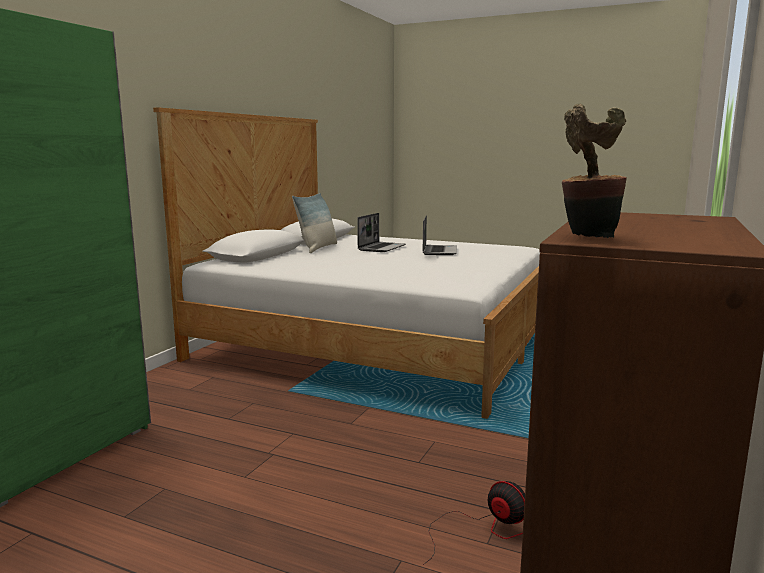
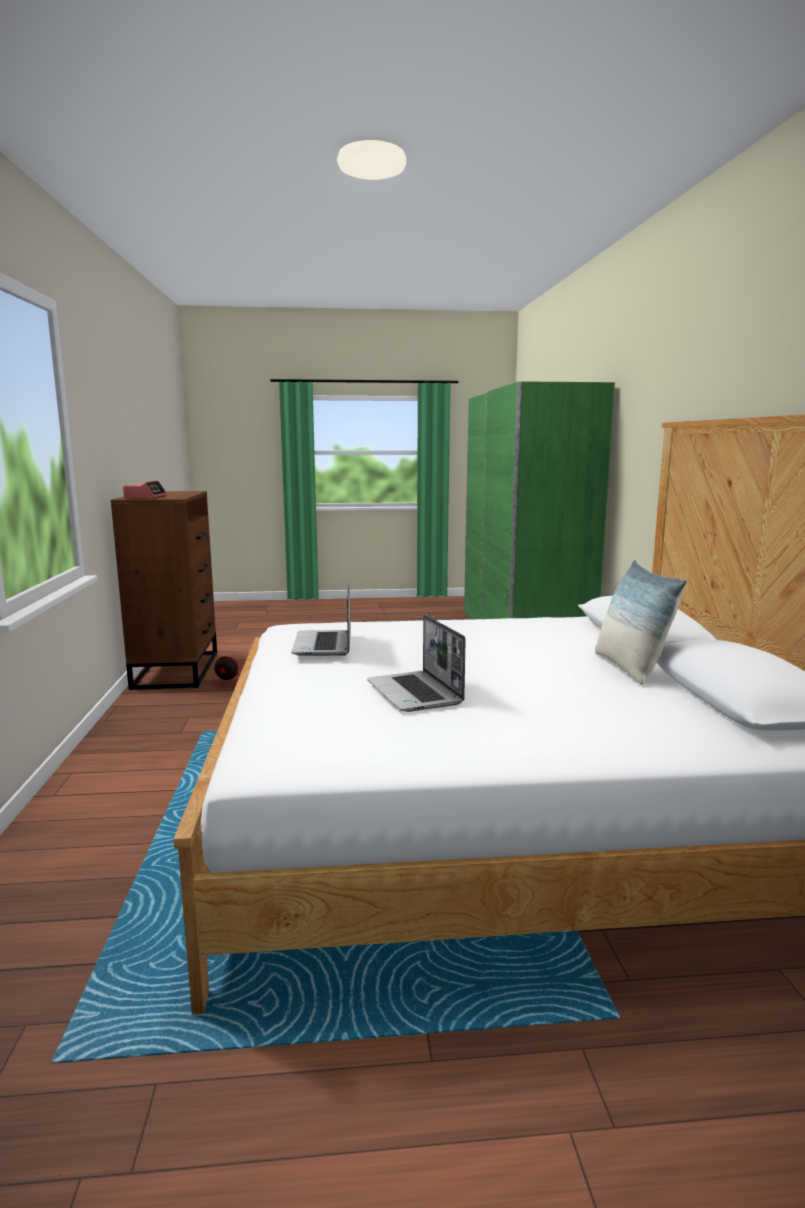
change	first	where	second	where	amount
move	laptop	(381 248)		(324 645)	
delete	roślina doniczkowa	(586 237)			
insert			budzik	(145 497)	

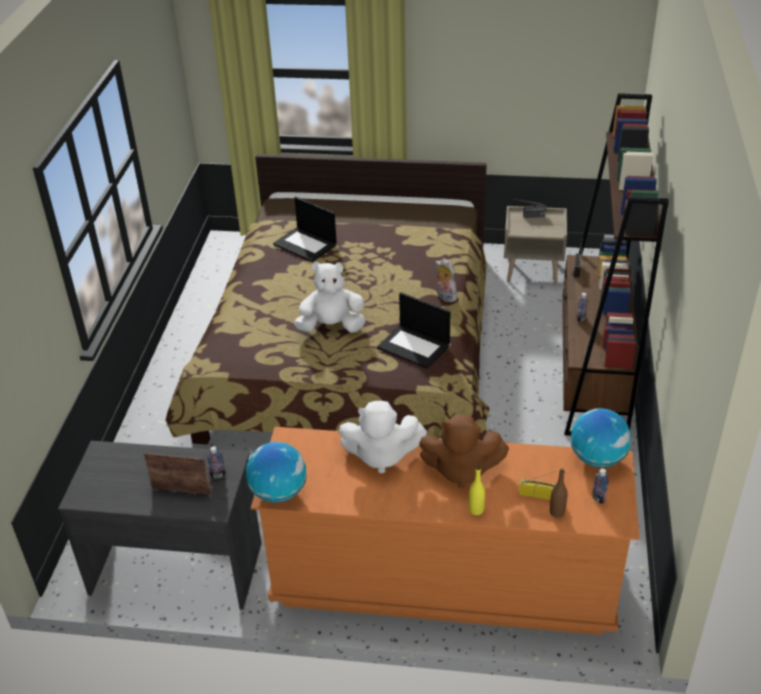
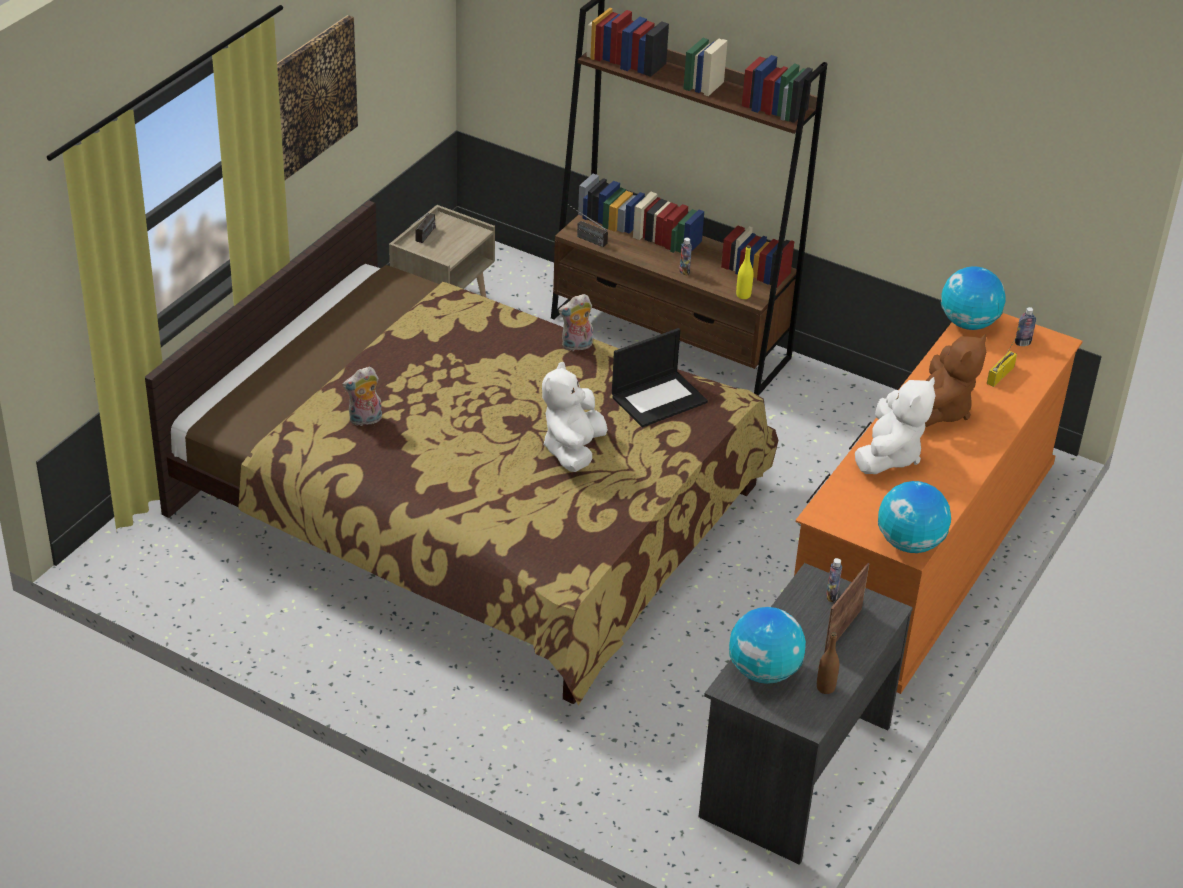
change	first	where	second	where	amount
replace	laptop	(306 244)	pluszak	(365 420)	
move	butelka/żółty	(476 510)		(743 295)	
move	butelka/brązowy	(557 512)		(825 688)	
insert			obraz	(312 96)	
insert			globus	(764 671)	

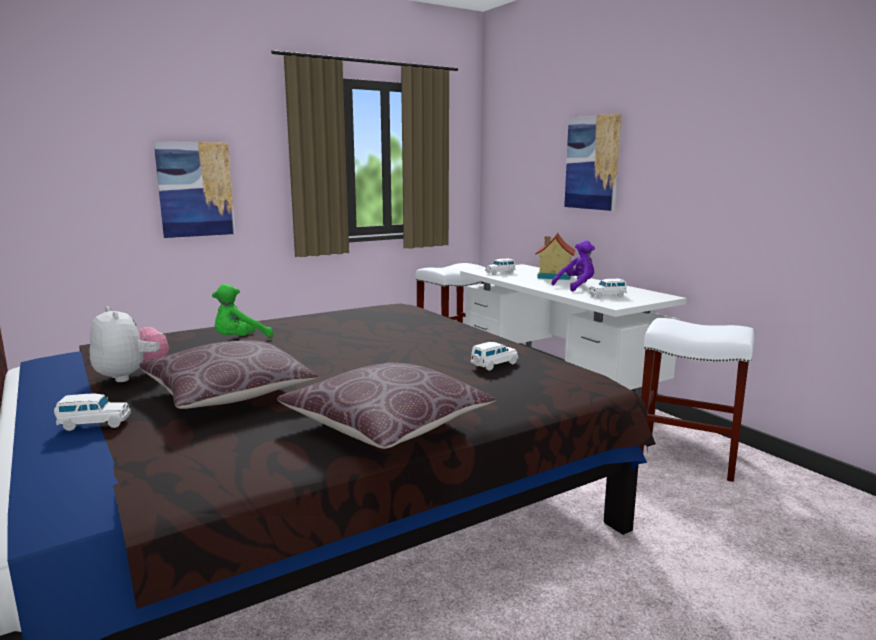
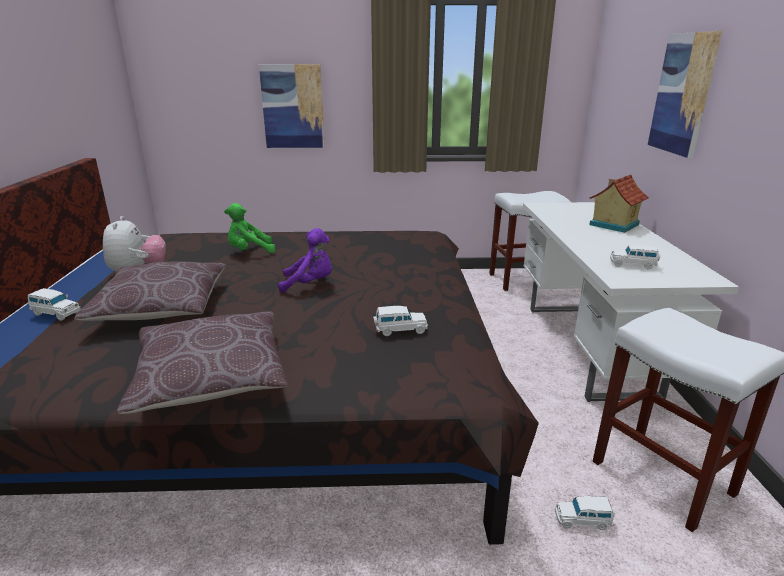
change	first	where	second	where	amount
move	samochodzik/biały	(500 273)		(583 520)	
move	pluszak/fioletowy	(576 287)		(310 284)	

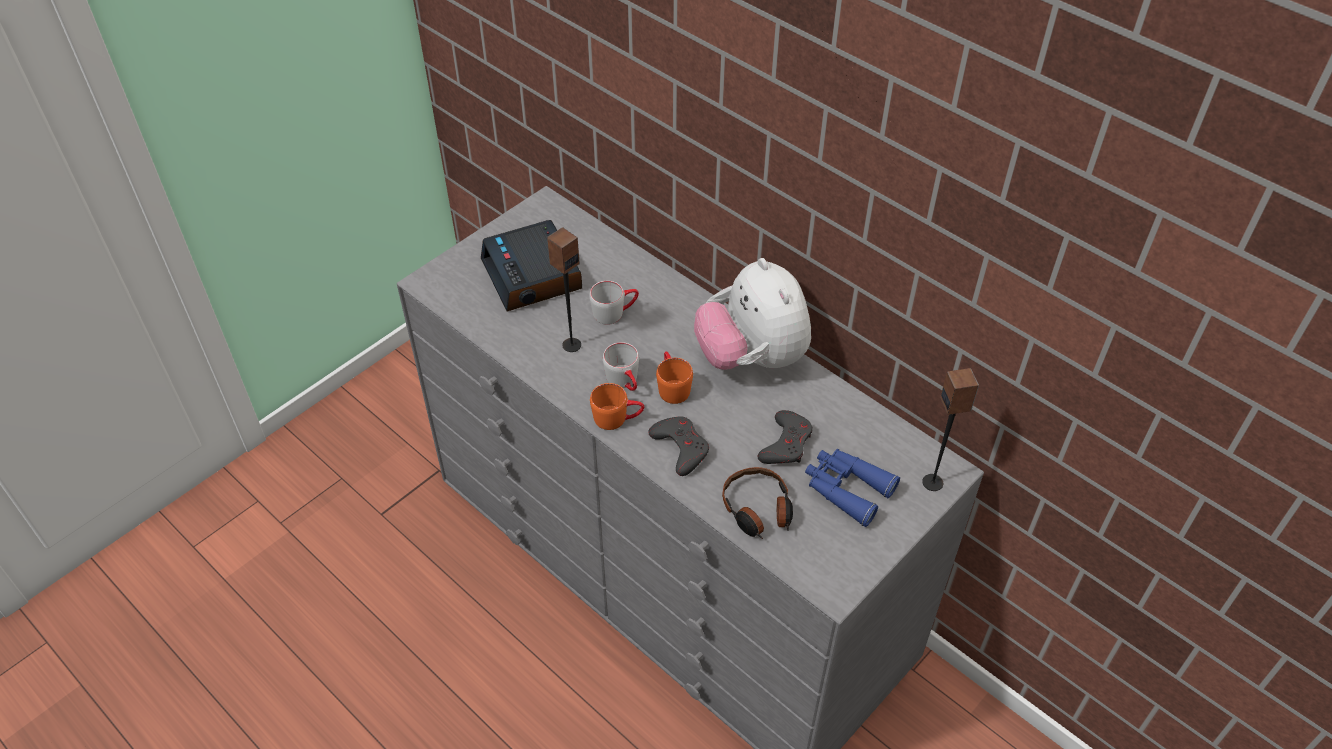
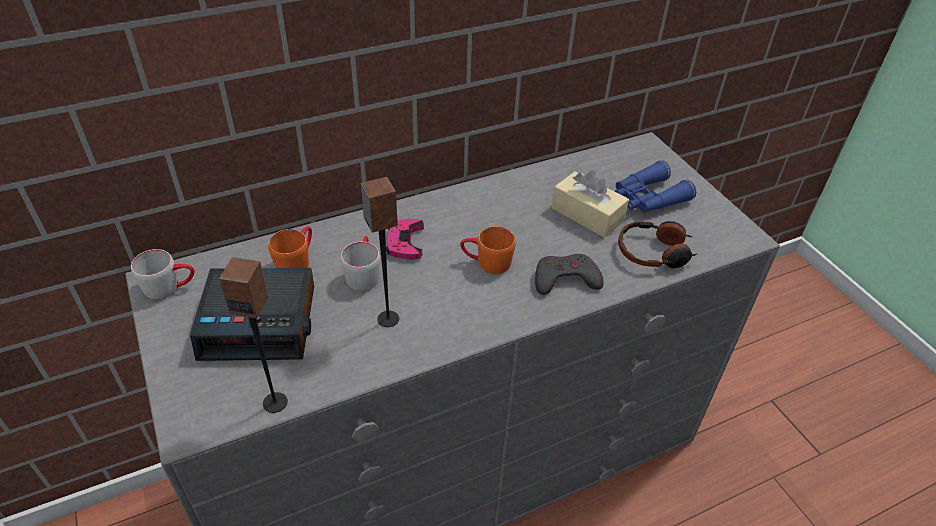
change	first	where	second	where	amount
move	kubek/pomarańczowy	(618 418)		(297 261)	
move	kubek/szary	(625 382)		(170 287)	
delete	pluszak	(752 358)			
replace	pad do gier/szary	(786 443)	pudełko chusteczek/beżowy	(587 214)	
move	głośnik	(933 482)		(275 402)	
insert			pad do gier/różowy	(405 242)	

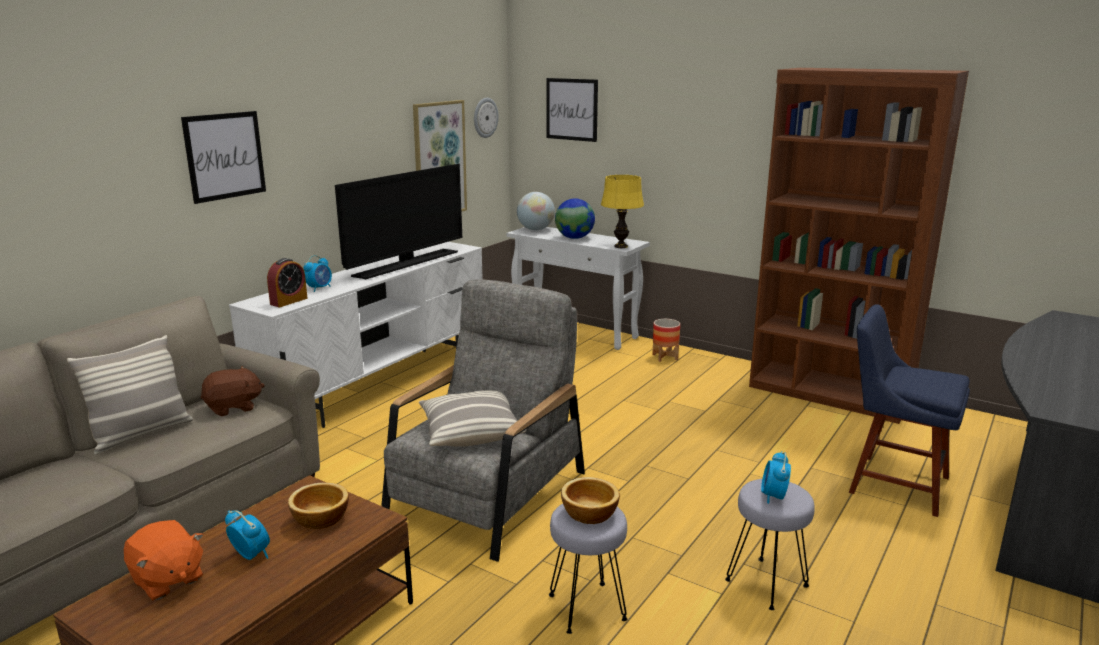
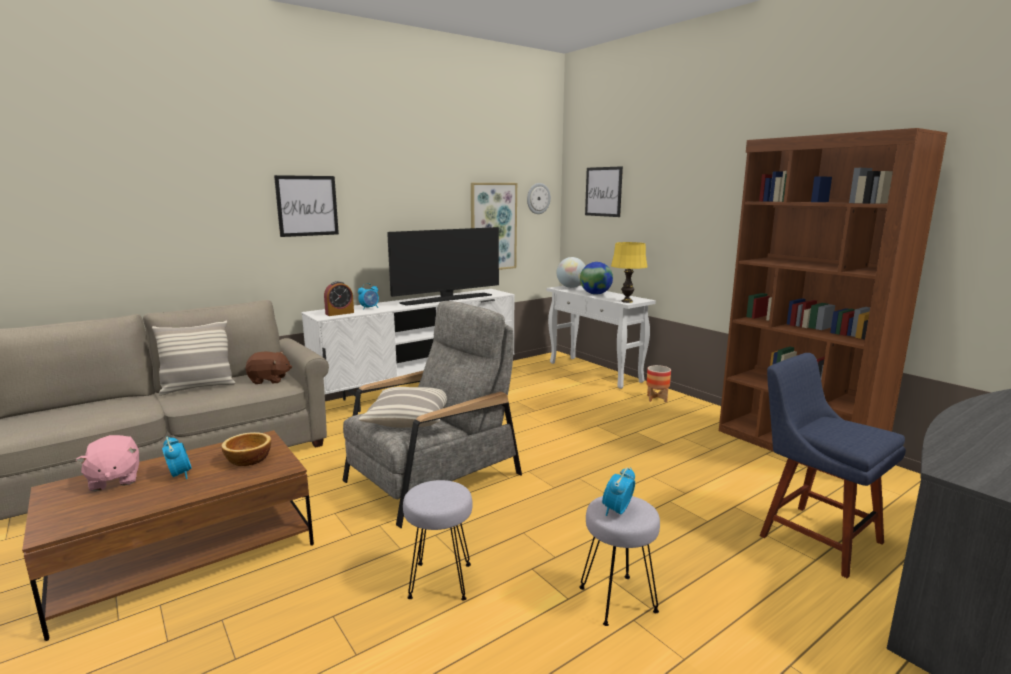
change	first	where	second	where	amount
recolor	pluszak/pomarańczowy	(167 580)	pluszak/różowy	(114 480)	
delete	miska	(588 514)			

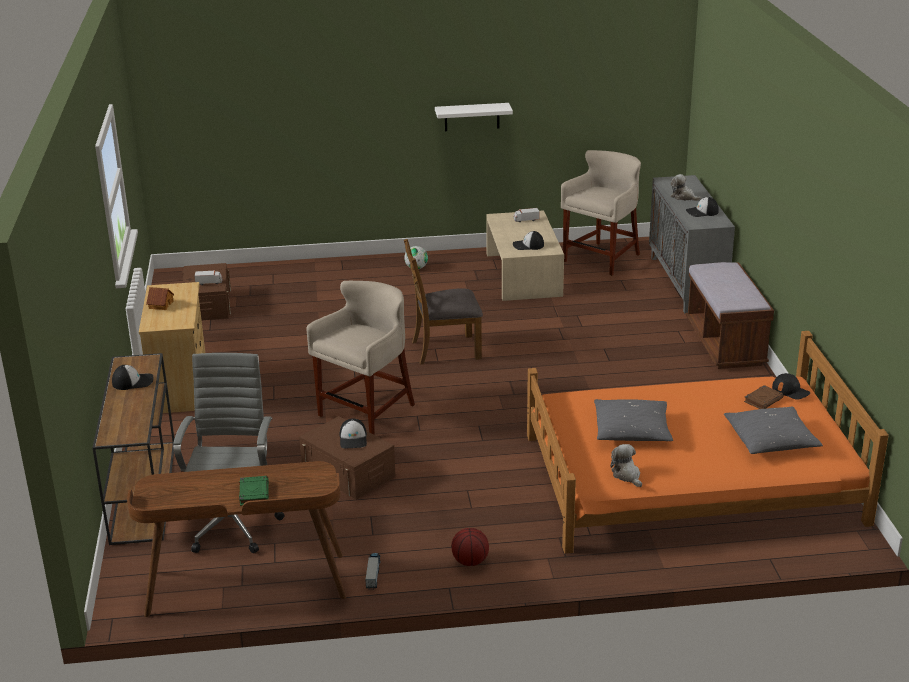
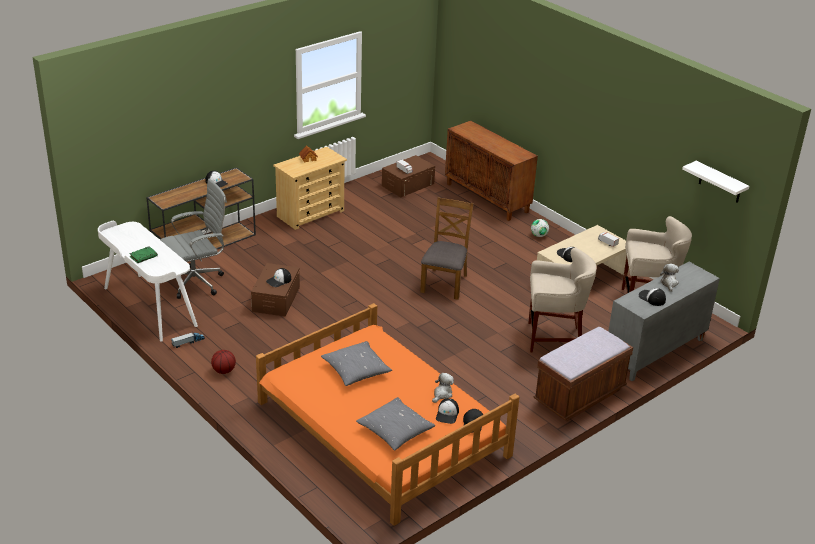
change	first	where	second	where	amount
recolor	biurko/brązowy	(246 586)	biurko/biały	(148 307)	
move	stołek/beżowy	(367 412)		(553 338)	
rotate	krzesło/brązowy	(445 349)		(444 283)	60 degrees clockwise
move	półka/biały	(472 117)		(720 182)	
move	pluszak	(627 475)		(442 394)	
replace	książka/brązowy	(763 400)	czapka z daszkiem	(447 414)	
insert			szafka/brązowy	(487 198)	

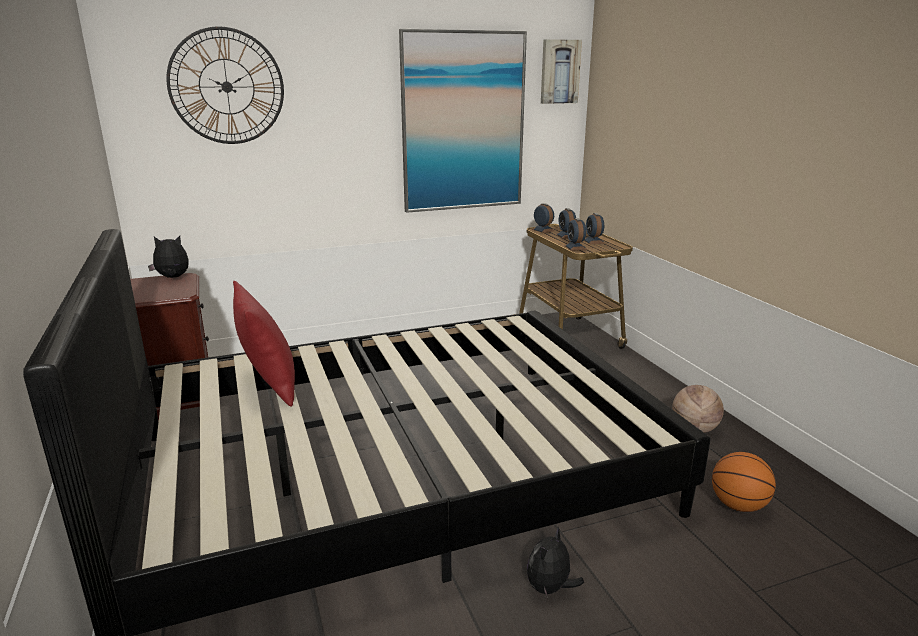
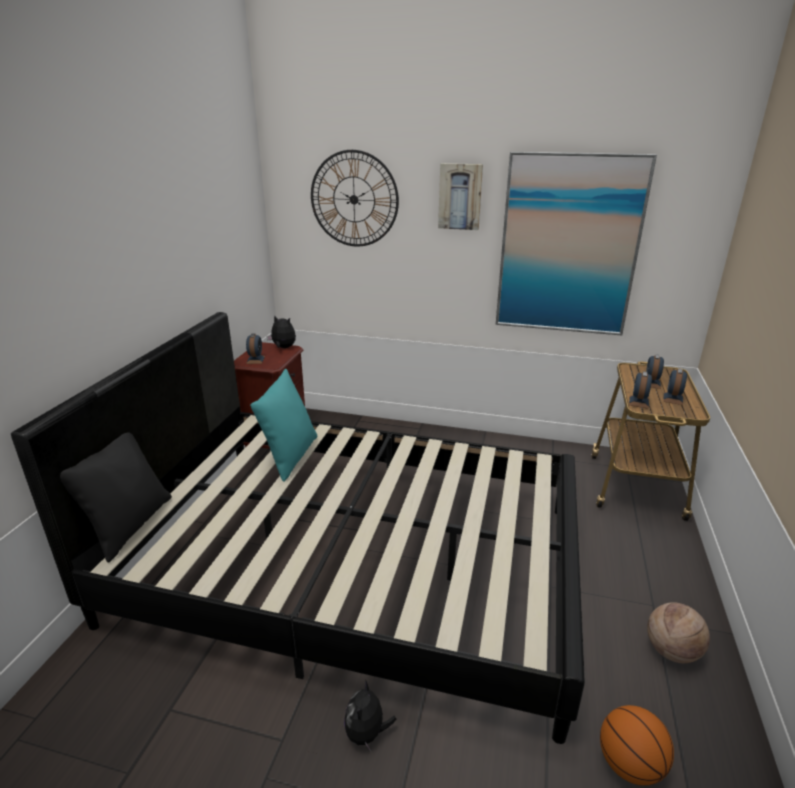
change	first	where	second	where	amount
recolor	poduszka/czerwony	(269 385)	poduszka/turkusowy	(289 457)	
rotate	pluszak	(550 588)		(367 733)	60 degrees counterclockwise
move	budzik	(543 230)		(255 360)	
move	obraz	(559 72)		(460 196)	
insert			poduszka/czarny	(129 526)	

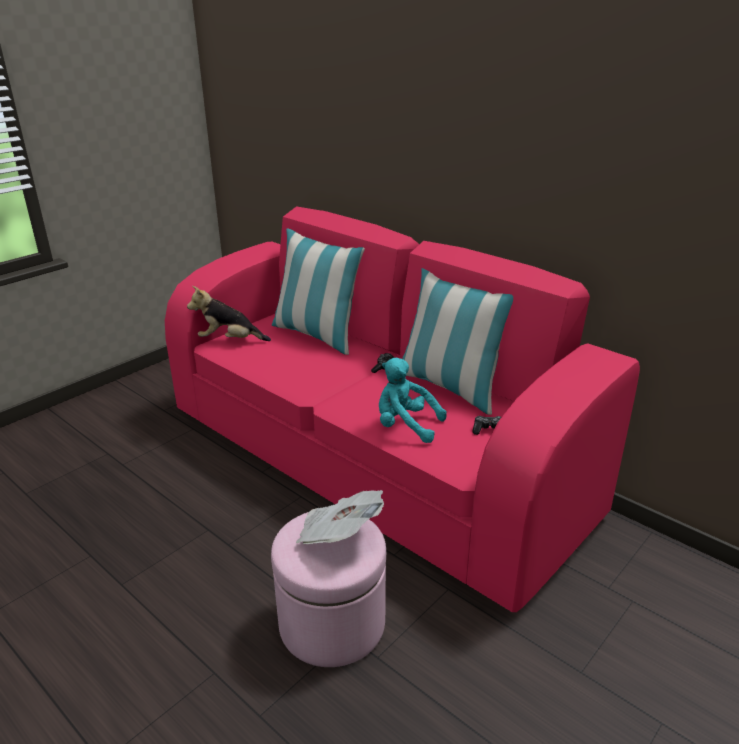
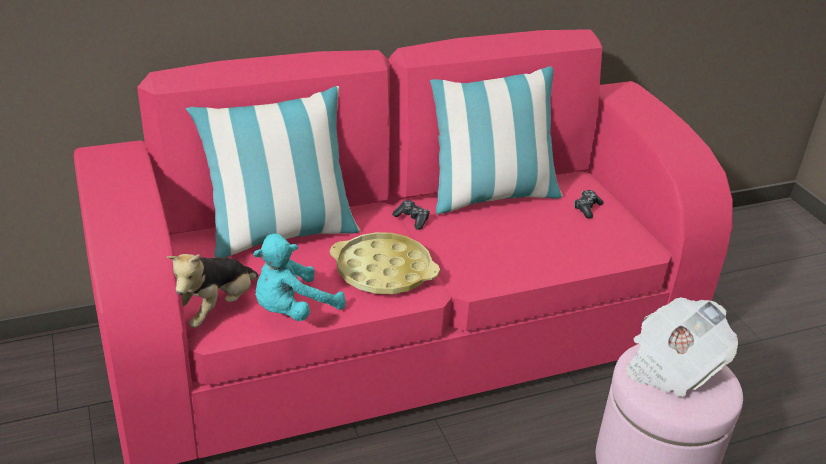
change	first	where	second	where	amount
move	pluszak/turkusowy	(405 426)		(292 310)	
insert			taca/żółty	(383 271)	

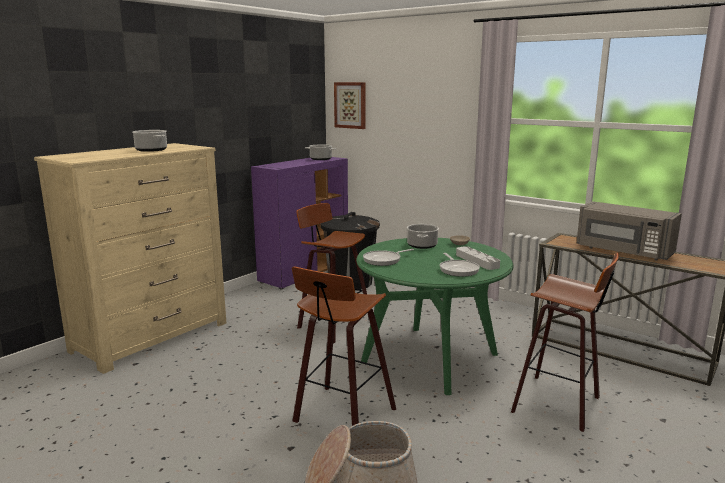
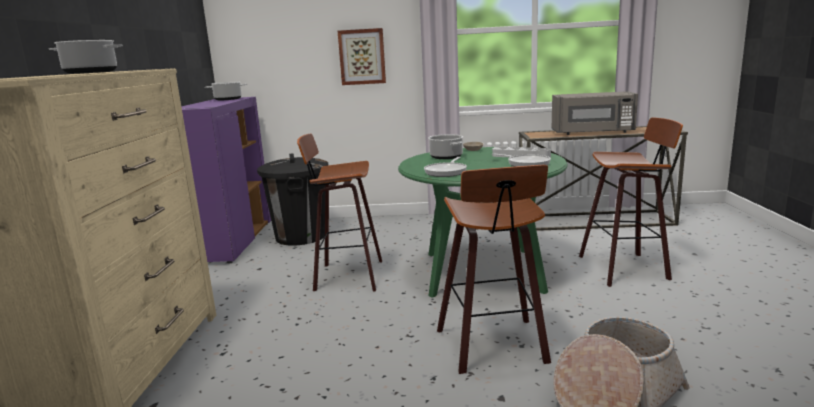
change	first	where	second	where	amount
move	obraz	(350 105)		(362 57)	

